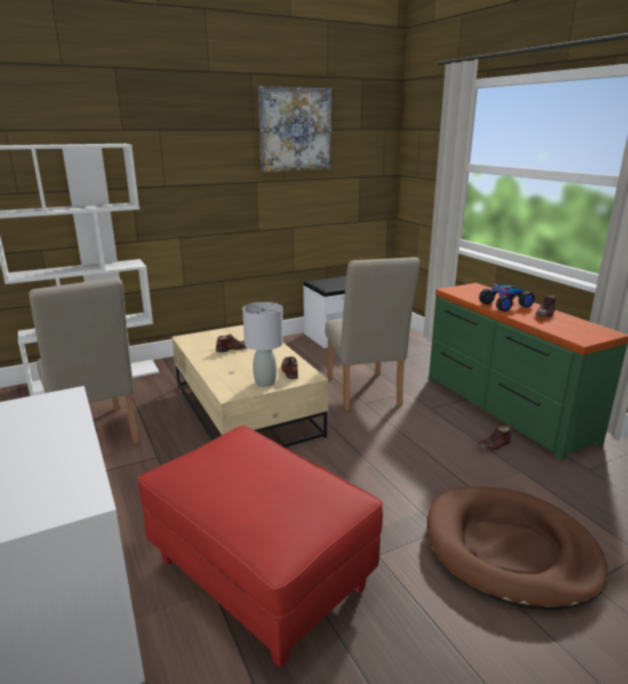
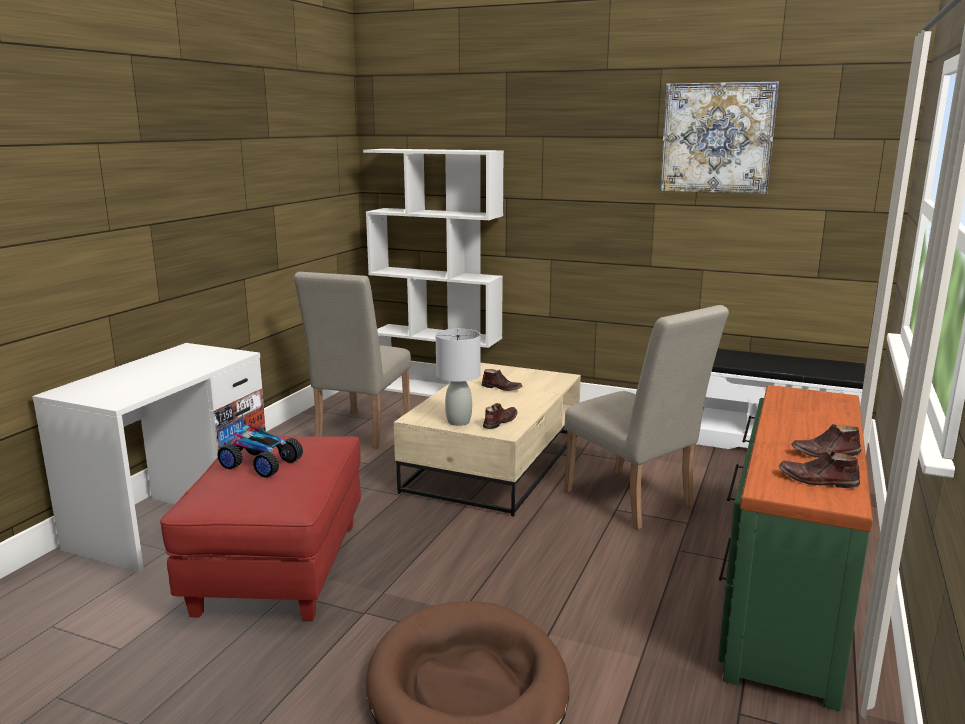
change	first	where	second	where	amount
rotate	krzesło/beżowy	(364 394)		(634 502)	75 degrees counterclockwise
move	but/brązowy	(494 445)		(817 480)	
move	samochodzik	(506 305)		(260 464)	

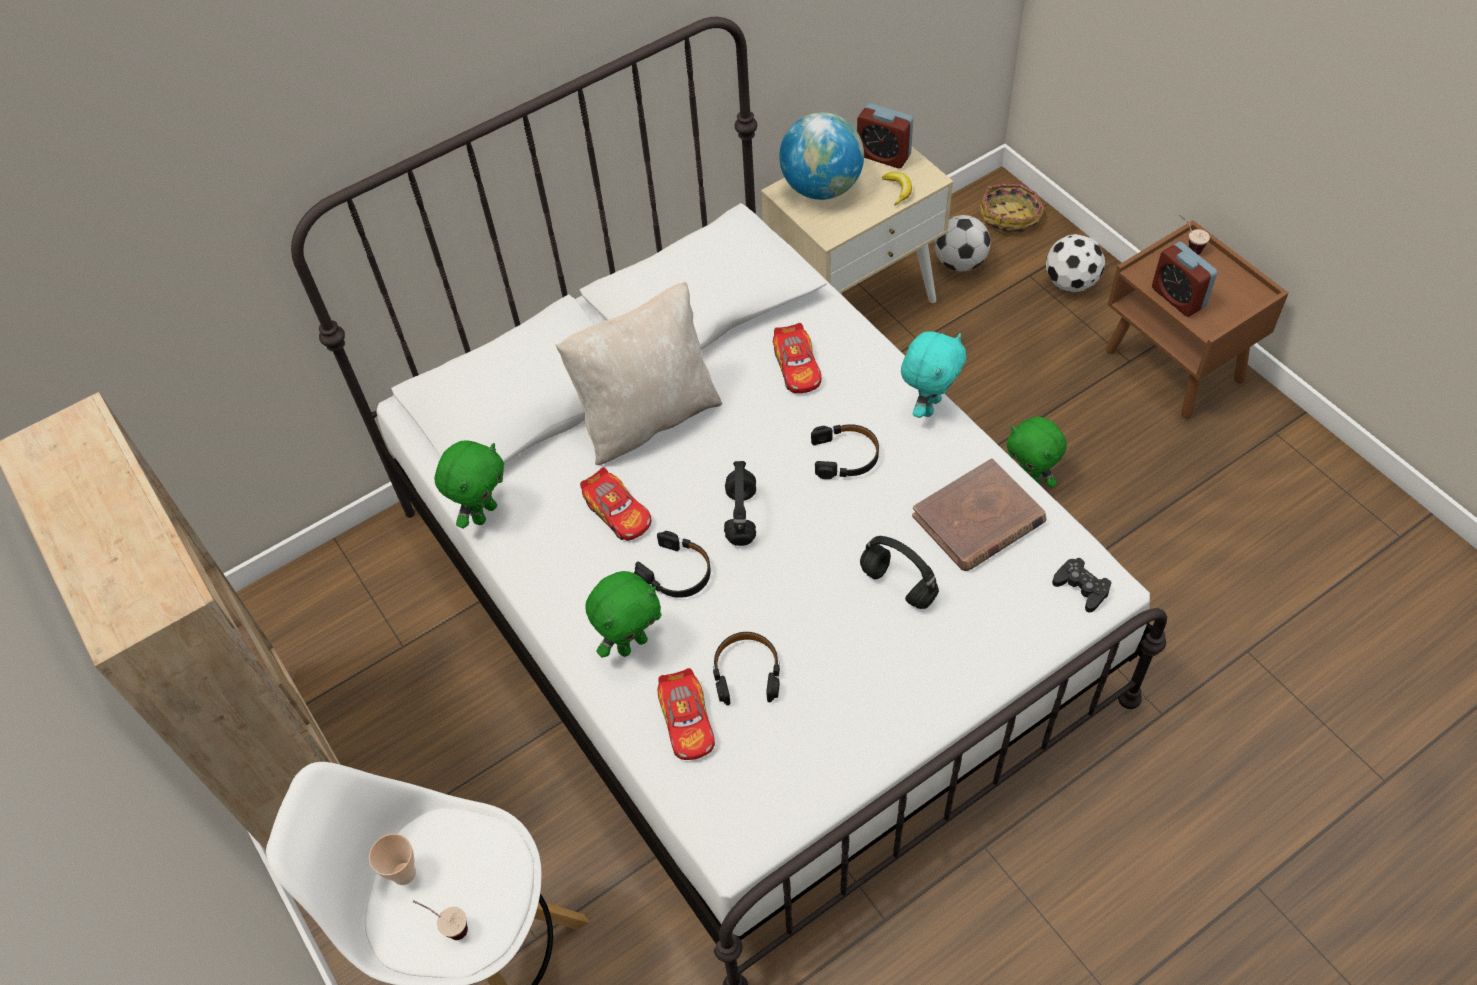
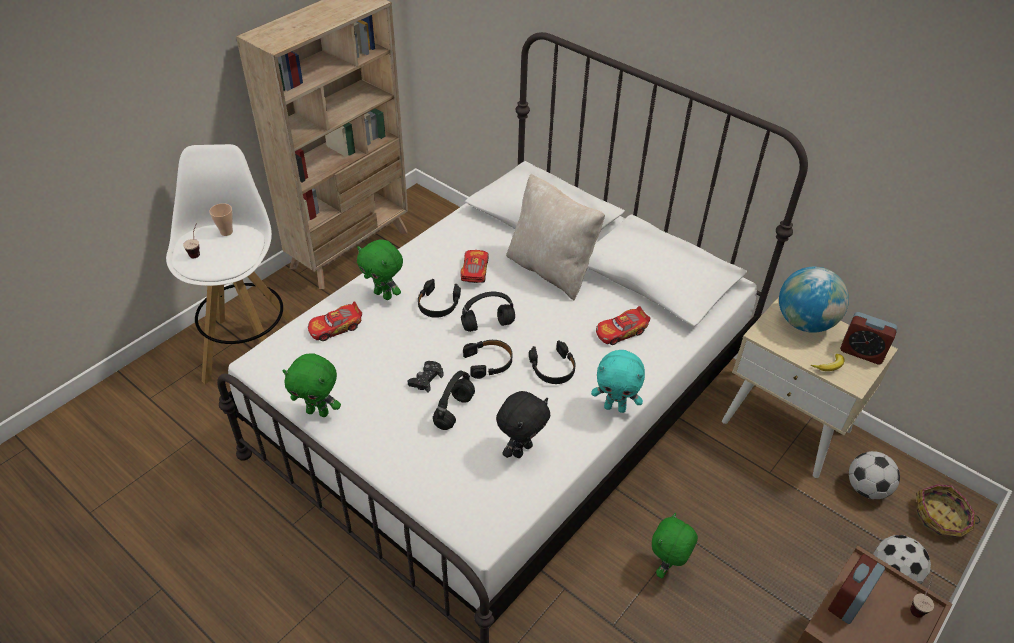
change	first	where	second	where	amount
move	pluszak/zielony	(484 513)		(318 412)	
rotate	samochodzik	(618 512)		(474 271)	150 degrees clockwise
move	słuchawki/czarny	(747 672)		(489 362)	
rotate	budzik	(883 155)		(861 352)	75 degrees counterclockwise
replace	książka/brązowy	(978 520)	pluszak/czarny	(521 449)	
move	pad do gier/czarny	(1081 587)		(426 379)	

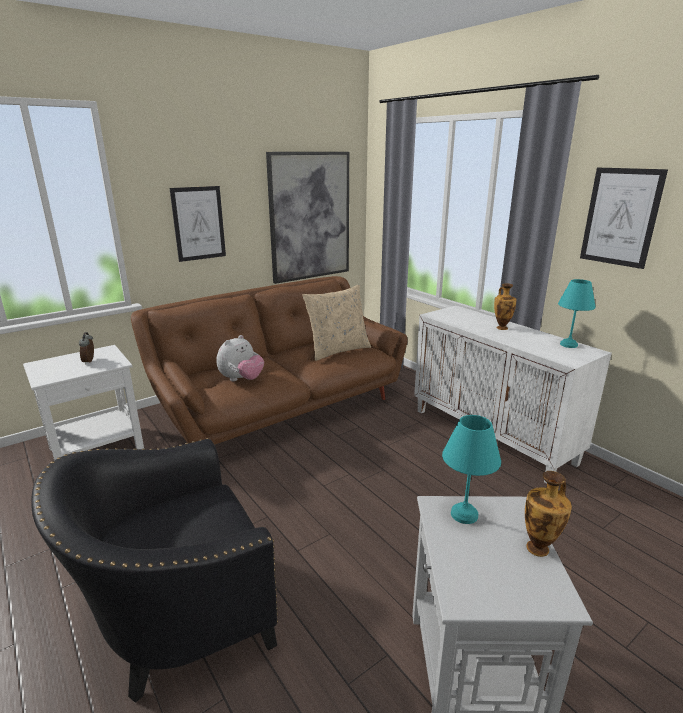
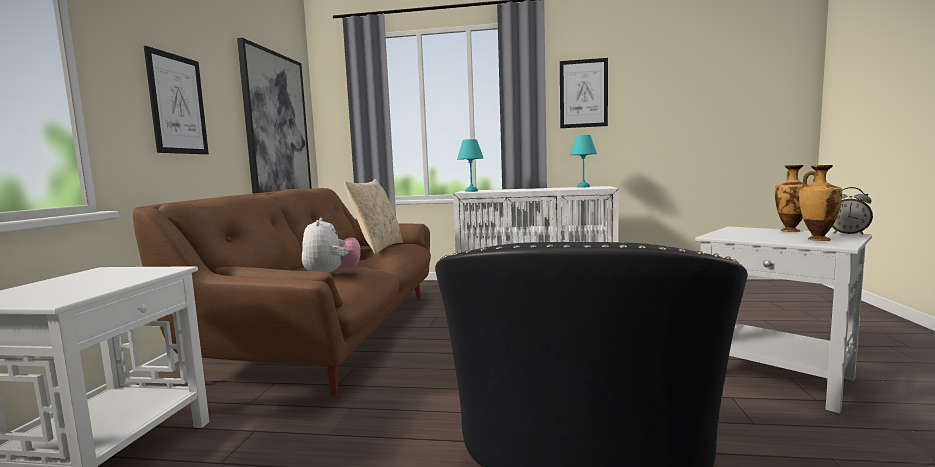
change	first	where	second	where	amount
move	budzik	(90 361)		(848 233)	
move	lampa stołowa/turkusowy	(463 514)		(470 191)	
move	wazon	(501 327)		(817 239)	

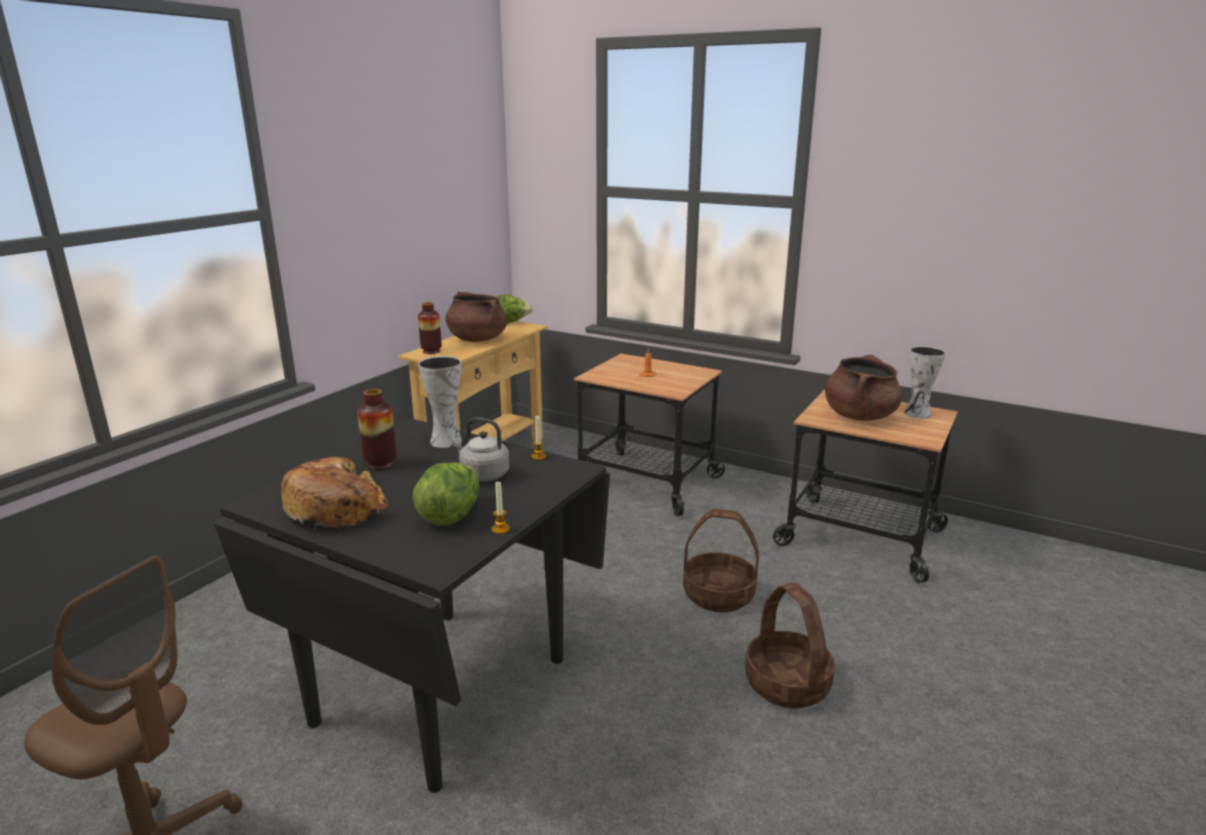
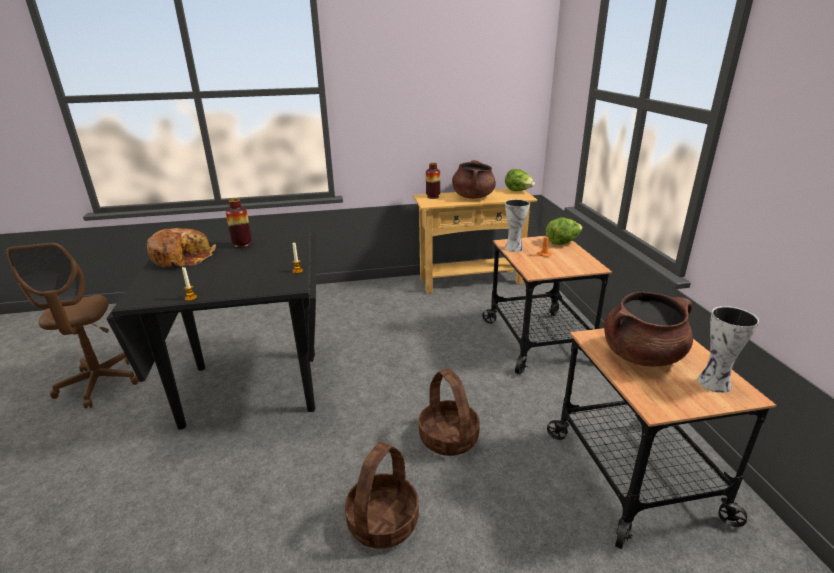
change	first	where	second	where	amount
move	sałata	(450 515)		(562 242)	
move	wazon	(445 441)		(513 248)	
delete	czajnik/szary	(482 475)			

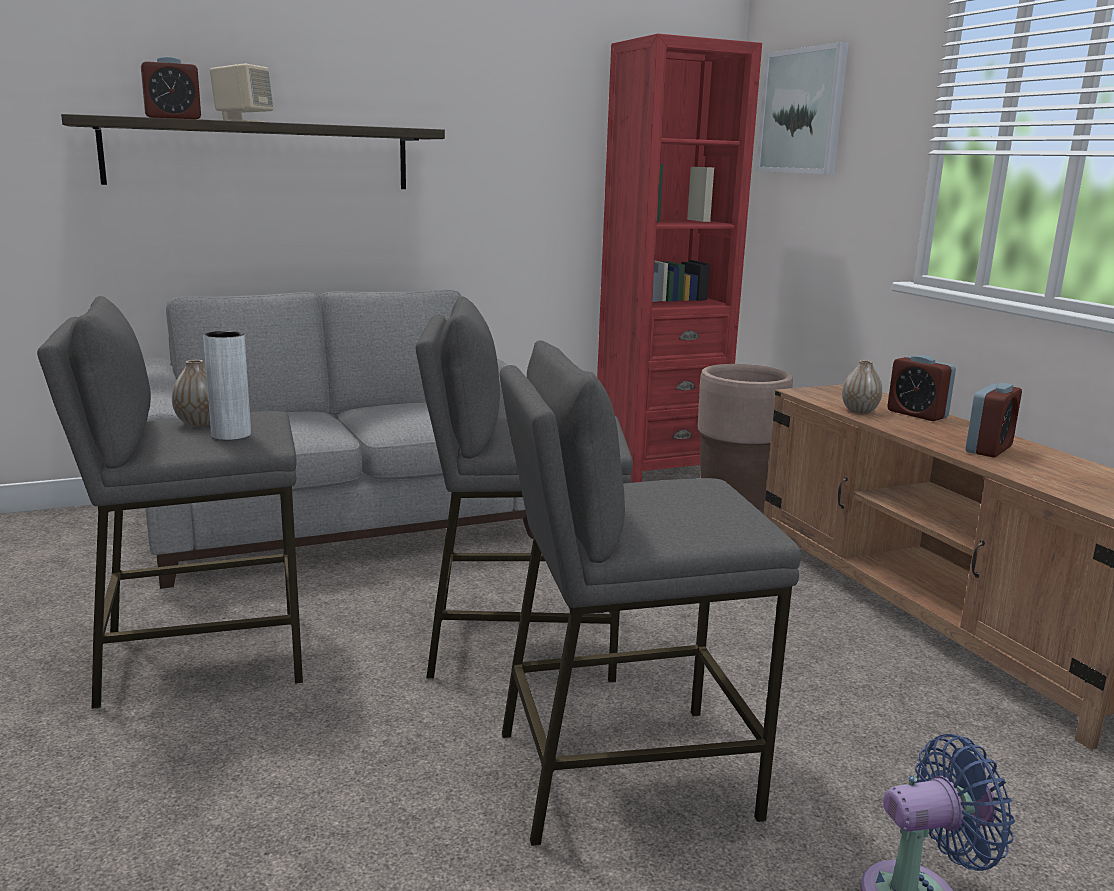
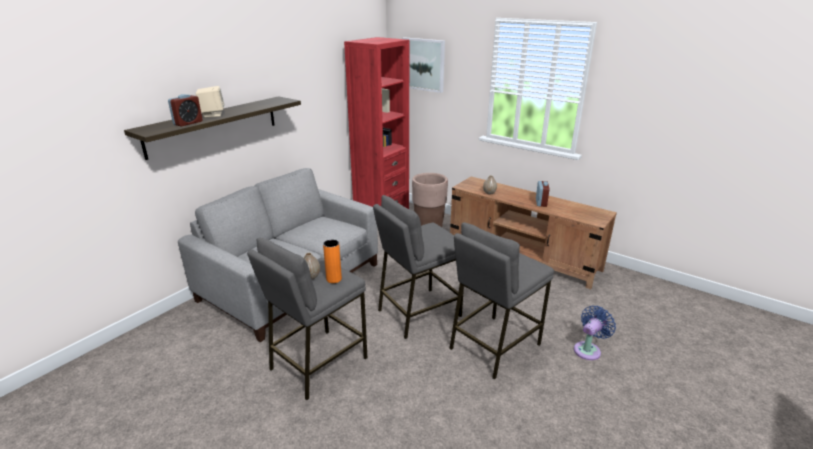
change	first	where	second	where	amount
recolor	wazon/szary	(231 435)	wazon/pomarańczowy	(334 279)	
delete	budzik	(917 414)			

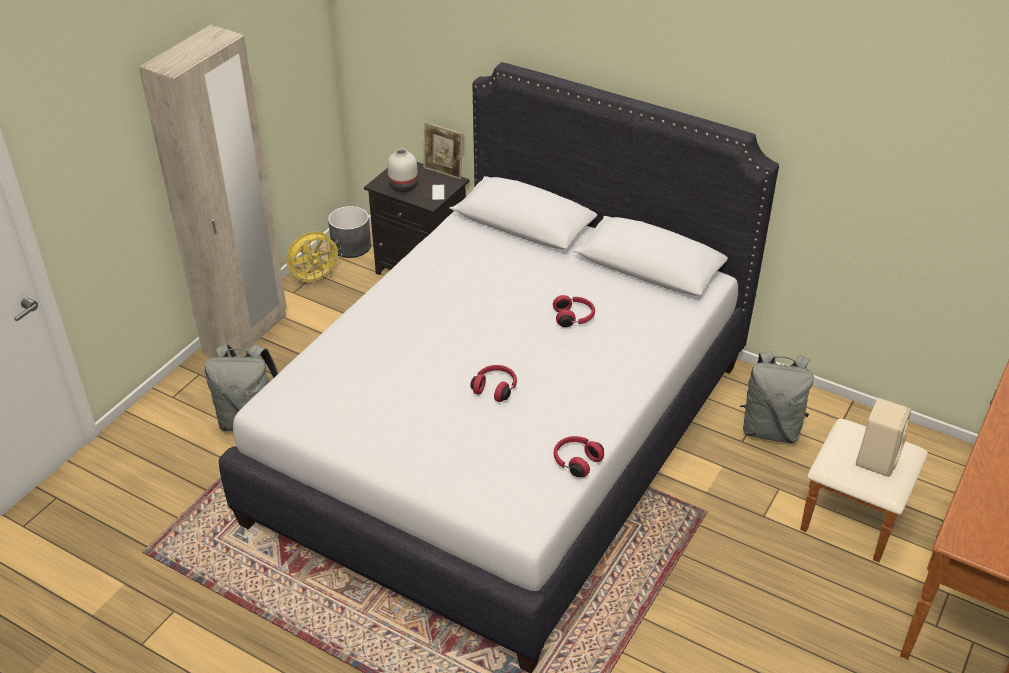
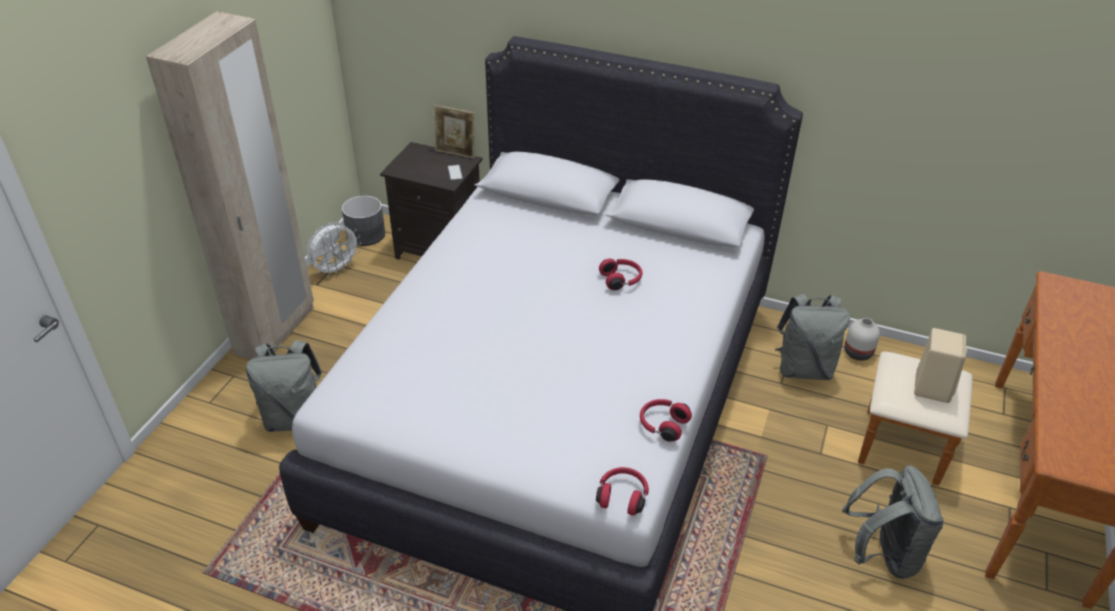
change	first	where	second	where	amount
recolor	wentylator/żółty	(315 279)	wentylator/biały	(336 270)	
move	wazon/biały	(404 186)		(858 352)	
move	słuchawki/czerwony	(495 388)		(622 496)	
insert			plecak/szary	(883 554)	

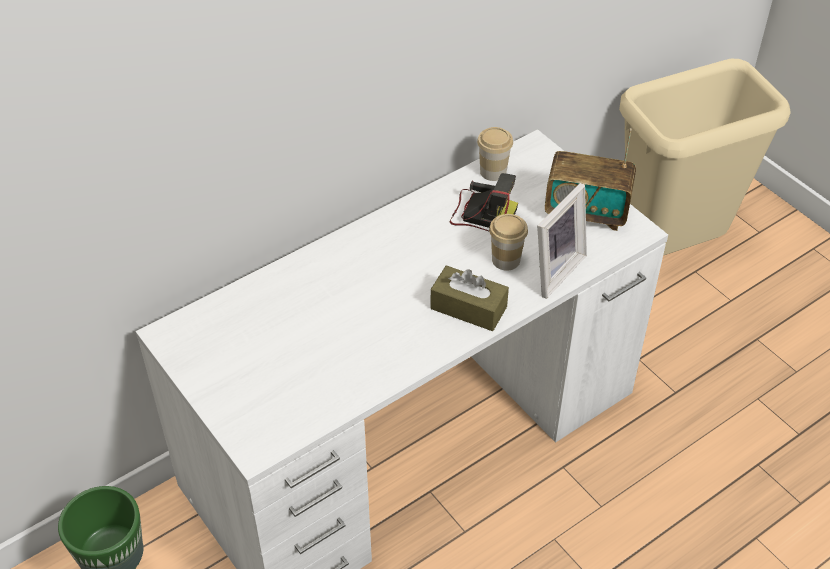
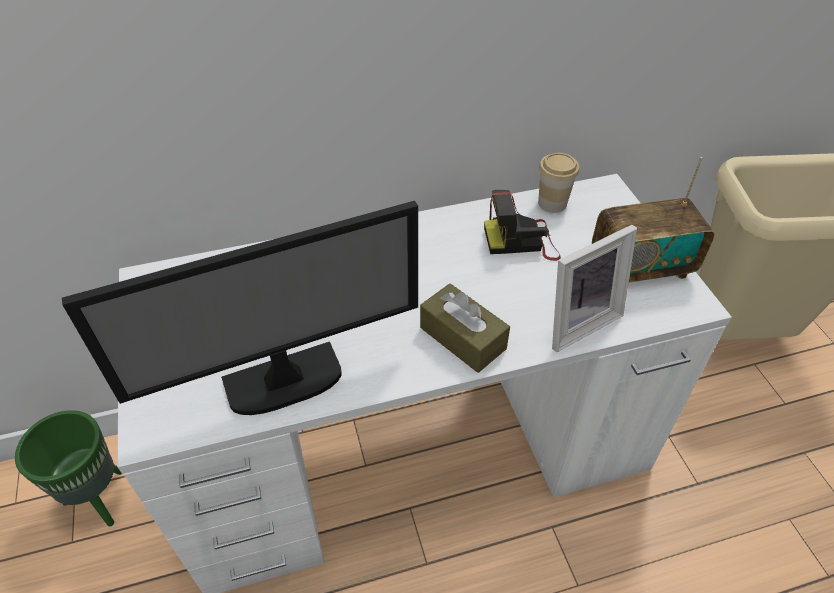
change	first	where	second	where	amount
rotate	aparat fotograficzny	(481 213)		(522 241)	135 degrees clockwise
delete	filiżanka	(506 260)			
rotate	radio	(586 212)		(640 268)	45 degrees counterclockwise
insert			monitor	(285 382)	

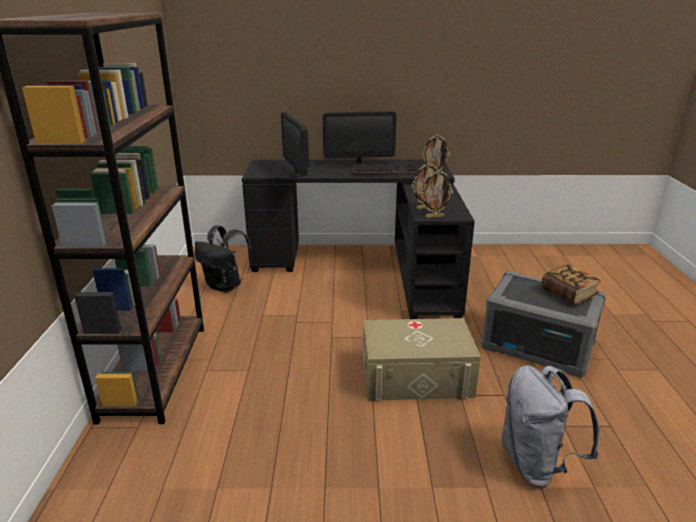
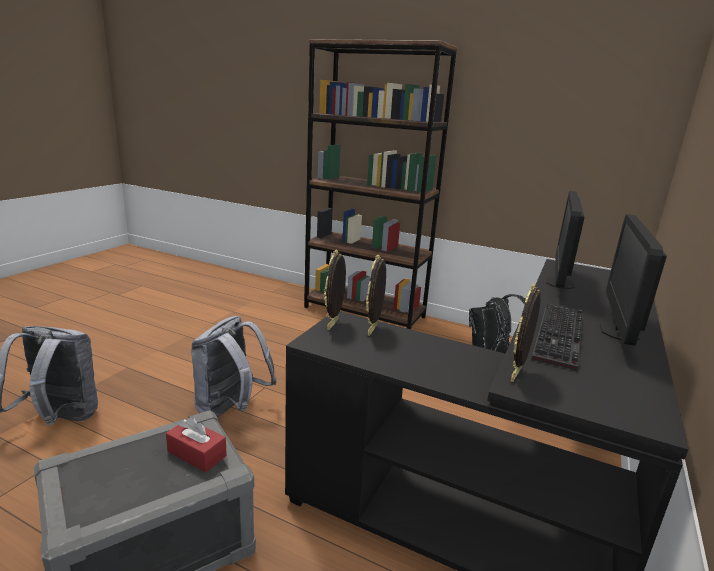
change	first	where	second	where	amount
rotate	monitor	(297 174)		(560 283)	75 degrees counterclockwise
replace	pojemnik do przechowywania/beżowy	(416 377)	plecak/szary	(230 409)	
delete	książka	(568 294)			
insert			pudełko chusteczek/czerwony	(197 454)	

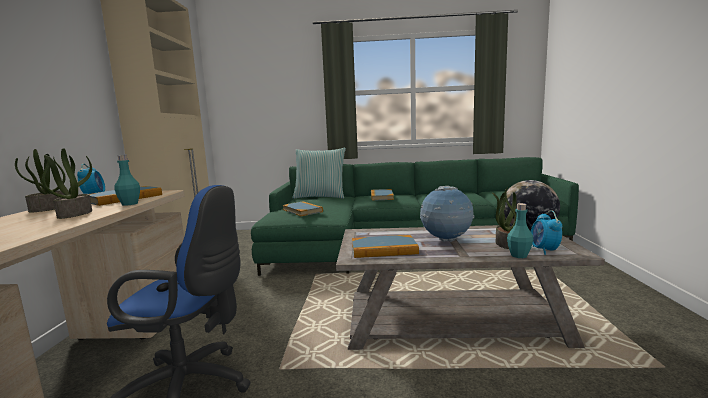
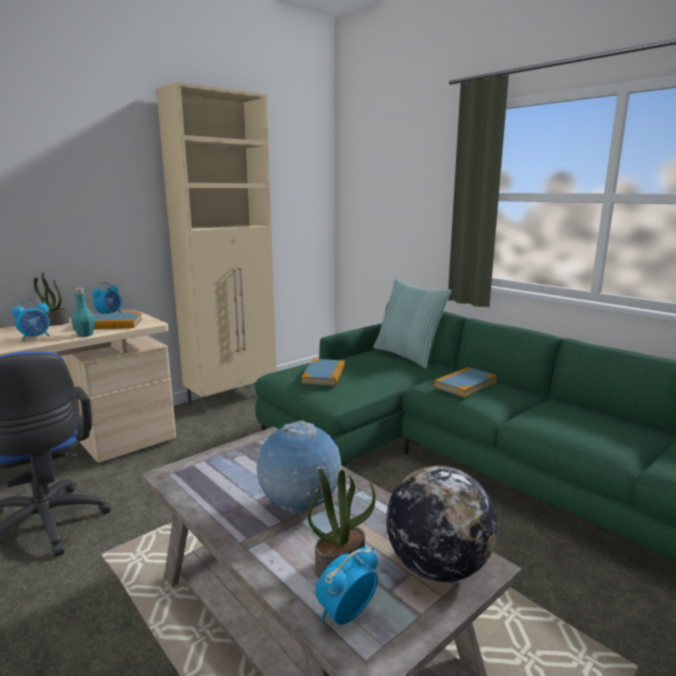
change	first	where	second	where	amount
replace	roślina doniczkowa	(75 214)	budzik	(35 337)	
delete	książka	(384 249)			
delete	butelka/turkusowy	(519 255)			

